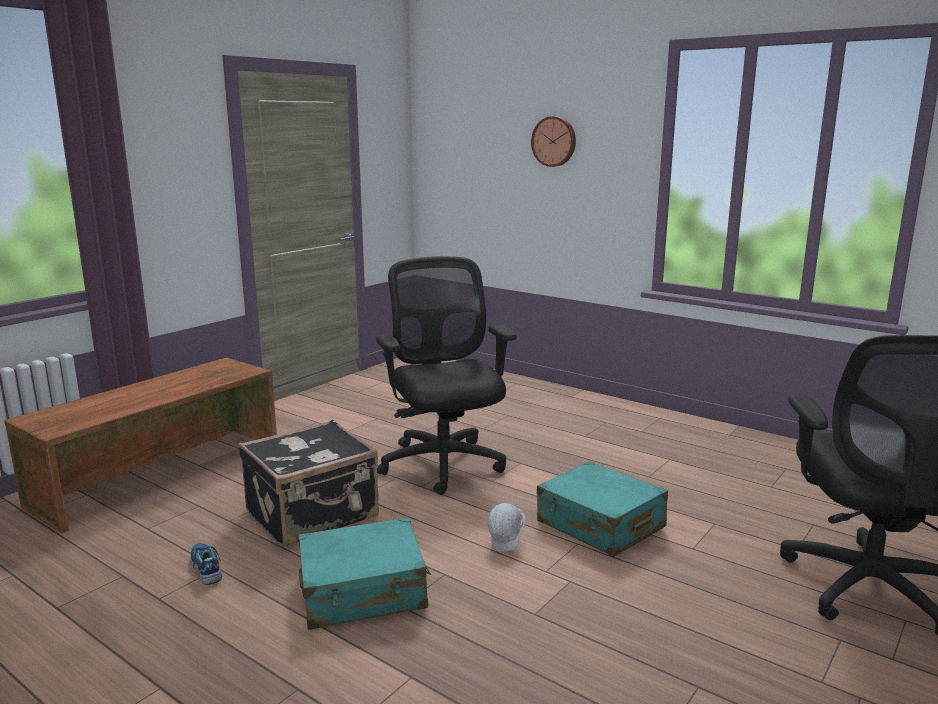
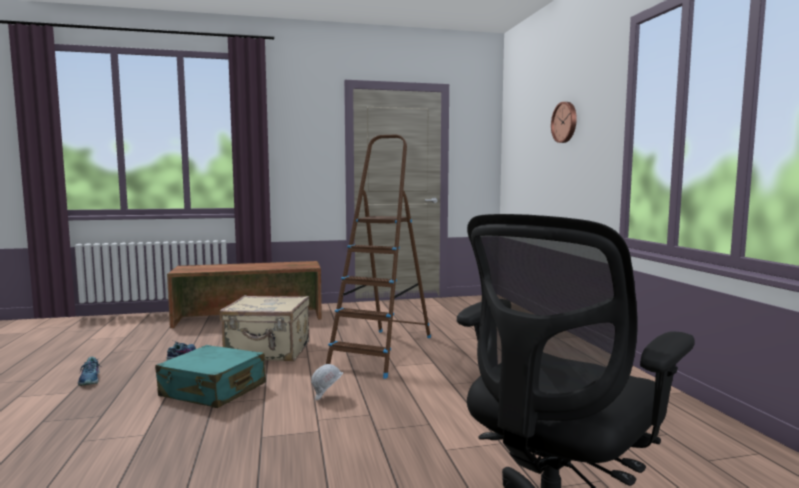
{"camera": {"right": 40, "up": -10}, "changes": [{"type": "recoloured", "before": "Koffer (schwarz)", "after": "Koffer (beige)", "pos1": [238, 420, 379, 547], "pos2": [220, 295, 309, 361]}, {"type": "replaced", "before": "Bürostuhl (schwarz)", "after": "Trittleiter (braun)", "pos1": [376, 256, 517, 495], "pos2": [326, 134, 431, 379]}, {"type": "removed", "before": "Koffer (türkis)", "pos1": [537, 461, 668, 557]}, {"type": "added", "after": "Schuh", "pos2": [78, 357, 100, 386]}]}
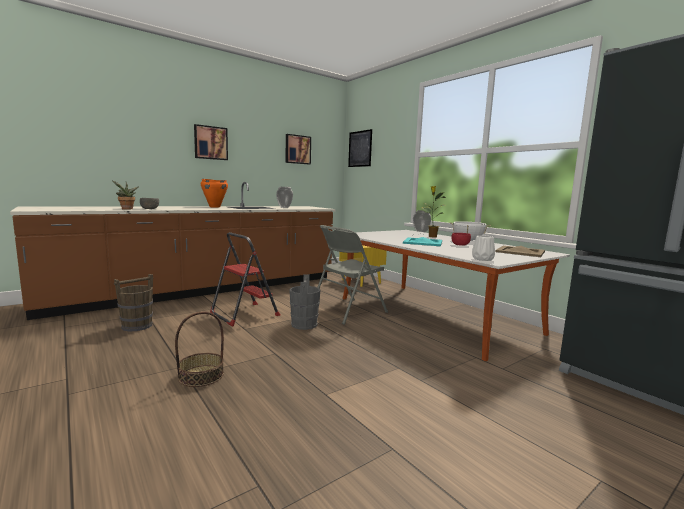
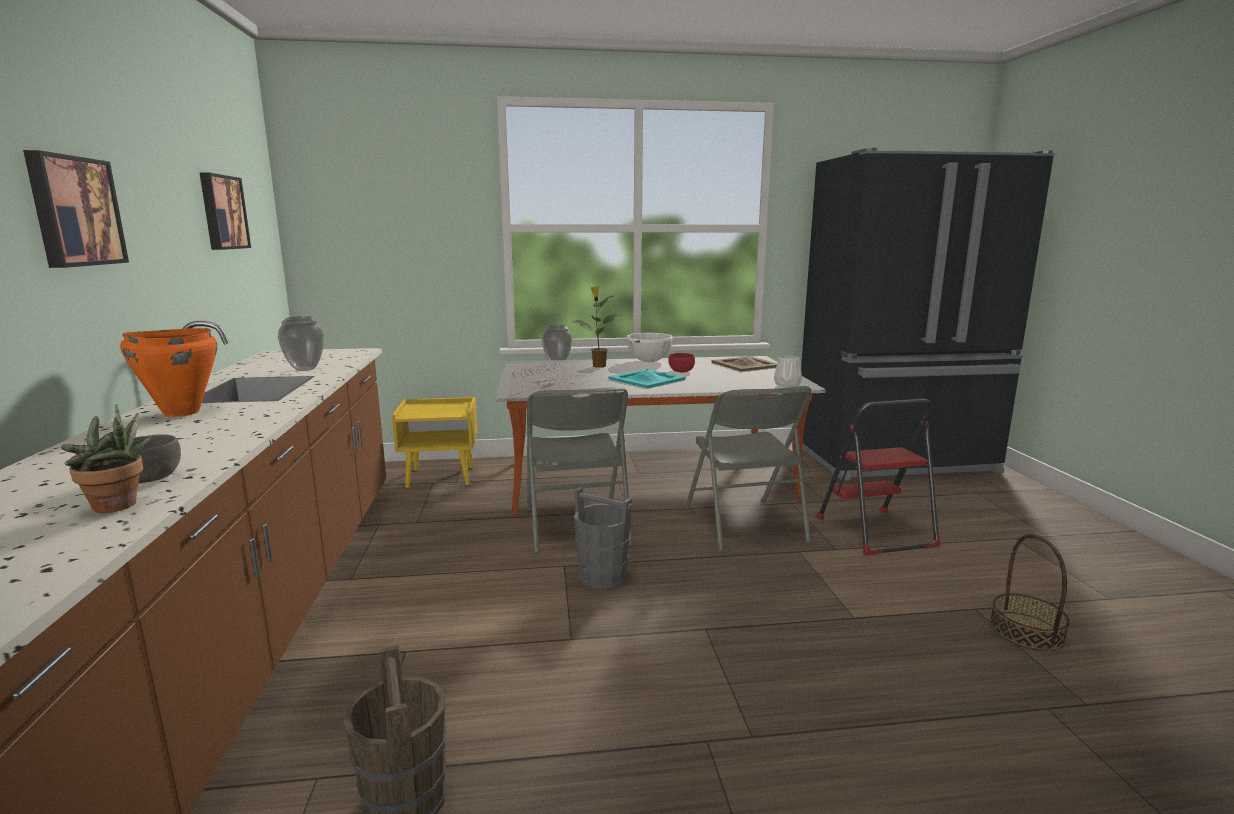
{"camera": {"right": -60, "up": 5}, "changes": [{"type": "moved", "before": "Korb", "pos1": [175, 311, 224, 387], "pos2": [989, 534, 1070, 651]}, {"type": "moved", "before": "Trittleiter (rot)", "pos1": [210, 232, 280, 326], "pos2": [815, 399, 940, 555]}, {"type": "removed", "before": "Bild", "pos1": [348, 129, 372, 167]}, {"type": "added", "after": "Stuhl (grau)", "pos2": [684, 386, 811, 553]}]}
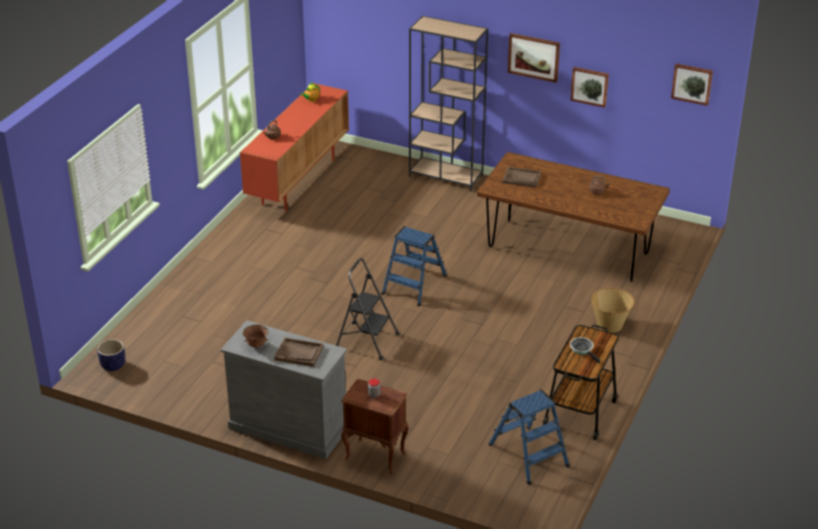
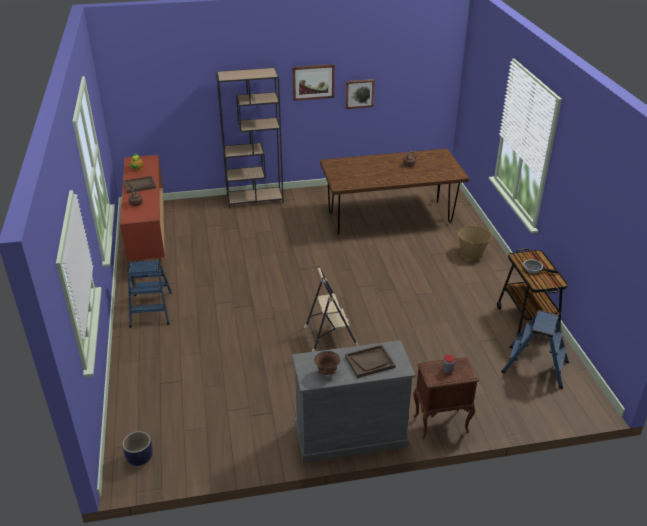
{"camera": {"right": -35, "up": 0}, "changes": [{"type": "recoloured", "before": "Trittleiter (schwarz)", "after": "Trittleiter (beige)", "pos1": [336, 258, 400, 360], "pos2": [304, 266, 358, 352]}, {"type": "moved", "before": "Trittleiter (blau)", "pos1": [381, 226, 447, 307], "pos2": [127, 260, 172, 328]}, {"type": "moved", "before": "Tablett (braun)", "pos1": [503, 167, 541, 188], "pos2": [123, 176, 156, 193]}, {"type": "removed", "before": "Bild", "pos1": [671, 64, 713, 106]}]}
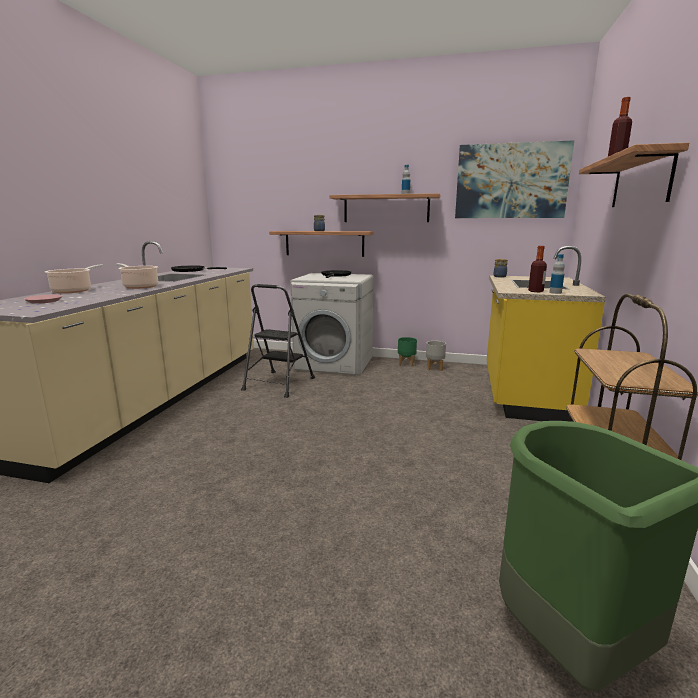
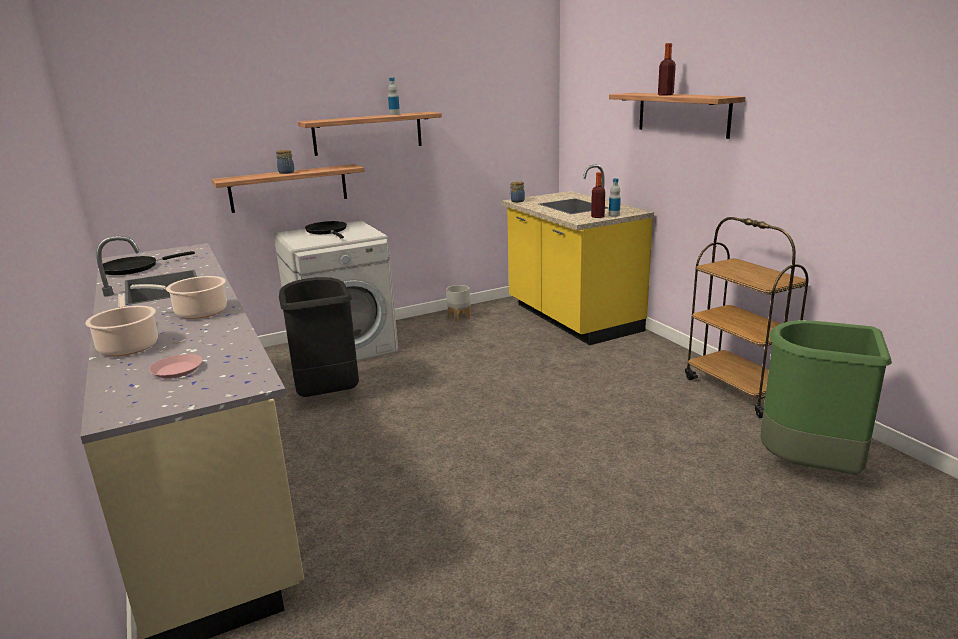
{"camera": {"right": -40, "up": 5}, "changes": [{"type": "replaced", "before": "Trittleiter (schwarz)", "after": "Mülleimer (schwarz)", "pos1": [241, 284, 315, 398], "pos2": [279, 277, 359, 397]}, {"type": "removed", "before": "Pflanzkübel (grün)", "pos1": [398, 337, 417, 366]}, {"type": "removed", "before": "Bild", "pos1": [455, 140, 574, 218]}]}
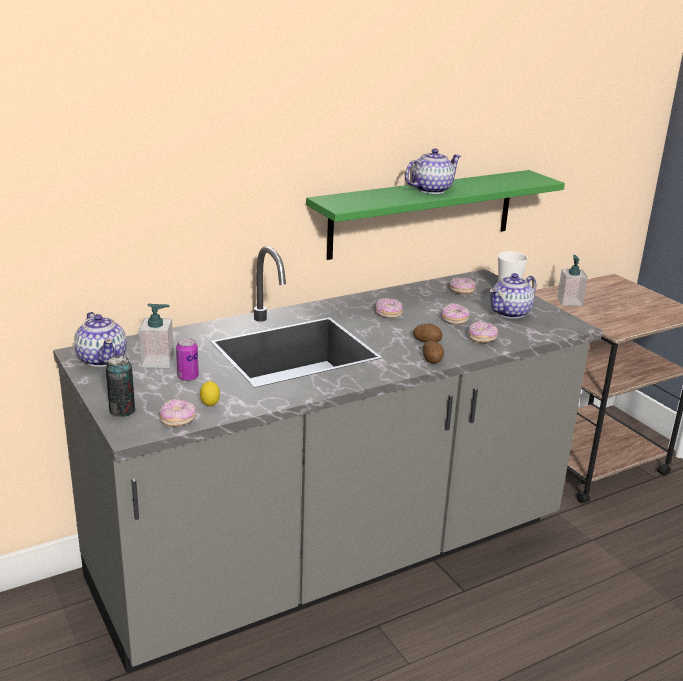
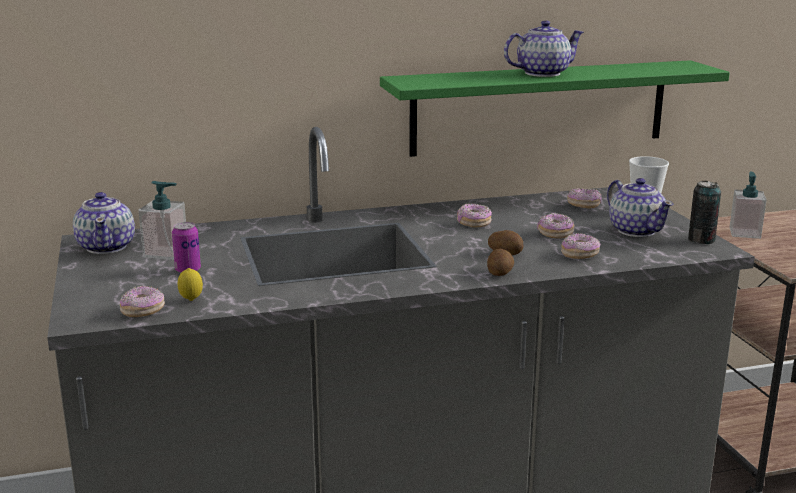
{"camera": {"right": 15, "up": -5}, "changes": [{"type": "moved", "before": "Dose", "pos1": [106, 355, 135, 417], "pos2": [688, 181, 721, 244]}, {"type": "turned", "before": "Teekanne", "pos1": [489, 273, 536, 319], "pos2": [607, 178, 673, 237], "turn": -90}]}
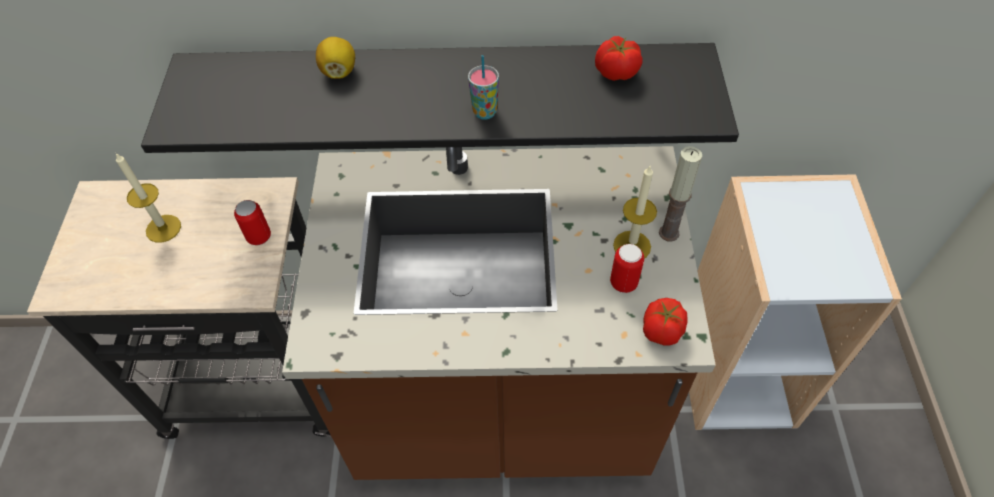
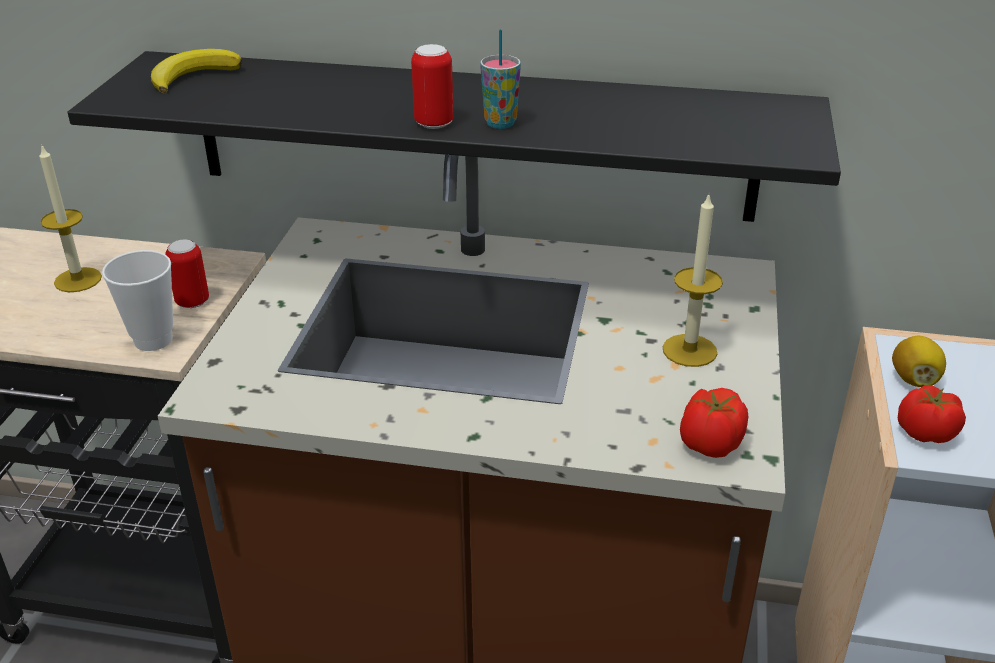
{"camera": {"right": 10, "up": -20}, "changes": [{"type": "moved", "before": "Zitrone", "pos1": [316, 37, 355, 79], "pos2": [892, 336, 946, 387]}, {"type": "moved", "before": "Tomate", "pos1": [595, 36, 642, 81], "pos2": [898, 385, 966, 443]}, {"type": "moved", "before": "Dose", "pos1": [610, 244, 644, 293], "pos2": [411, 44, 454, 129]}, {"type": "removed", "before": "Kerze", "pos1": [659, 146, 702, 241]}, {"type": "added", "after": "Tasse", "pos2": [102, 250, 173, 351]}, {"type": "added", "after": "Banane", "pos2": [151, 49, 242, 93]}]}
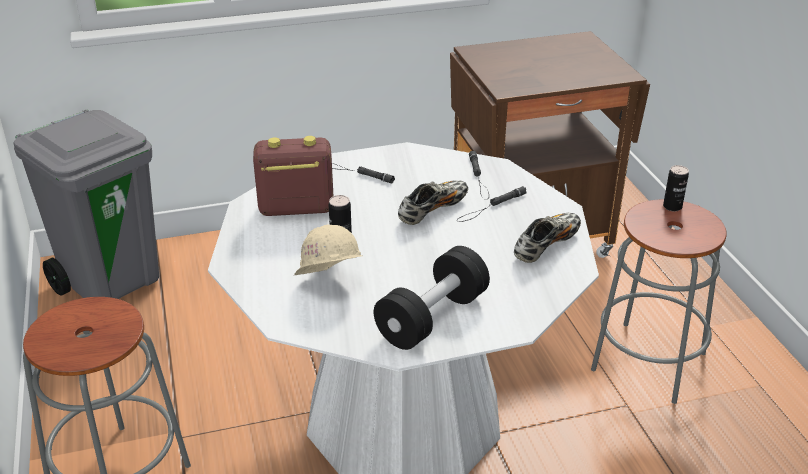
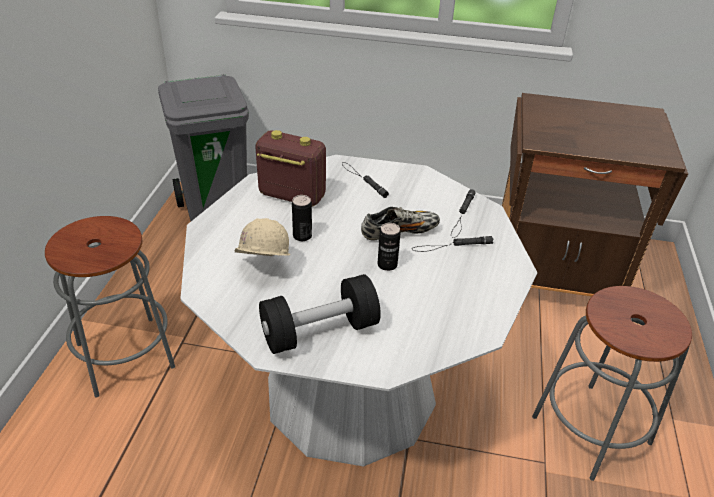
{"camera": {"right": 25, "up": 5}, "changes": [{"type": "removed", "before": "Schuh", "pos1": [514, 213, 581, 263]}, {"type": "moved", "before": "Dose", "pos1": [663, 165, 689, 211], "pos2": [378, 223, 401, 271]}]}
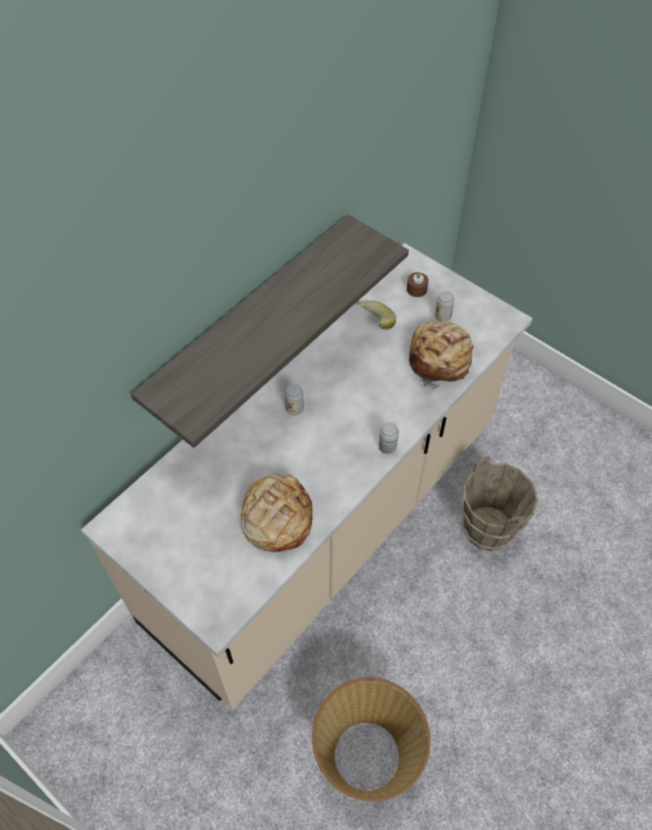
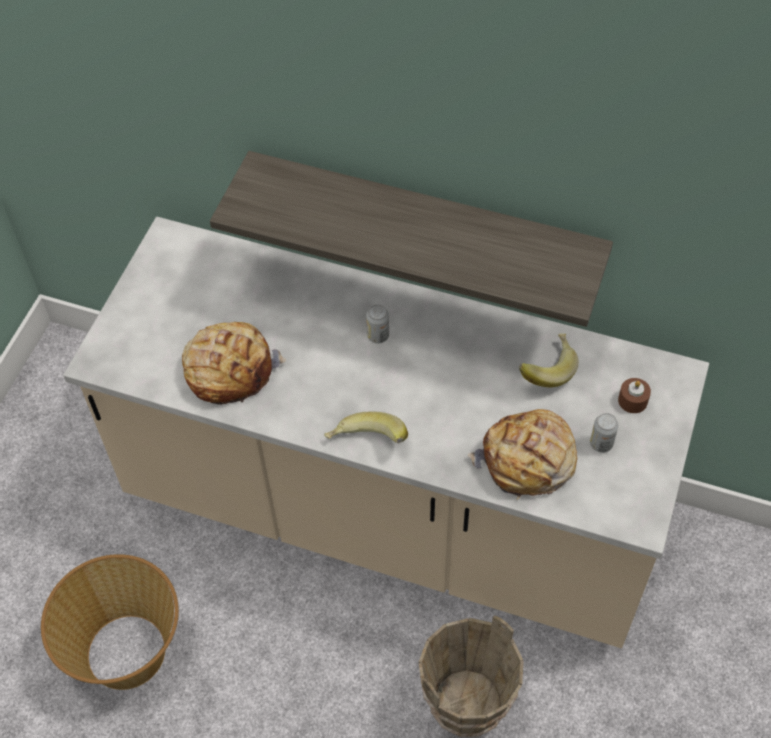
{"camera": {"right": 70, "up": 0}, "changes": [{"type": "replaced", "before": "Dose", "after": "Banane", "pos1": [379, 423, 399, 454], "pos2": [325, 411, 408, 444]}]}
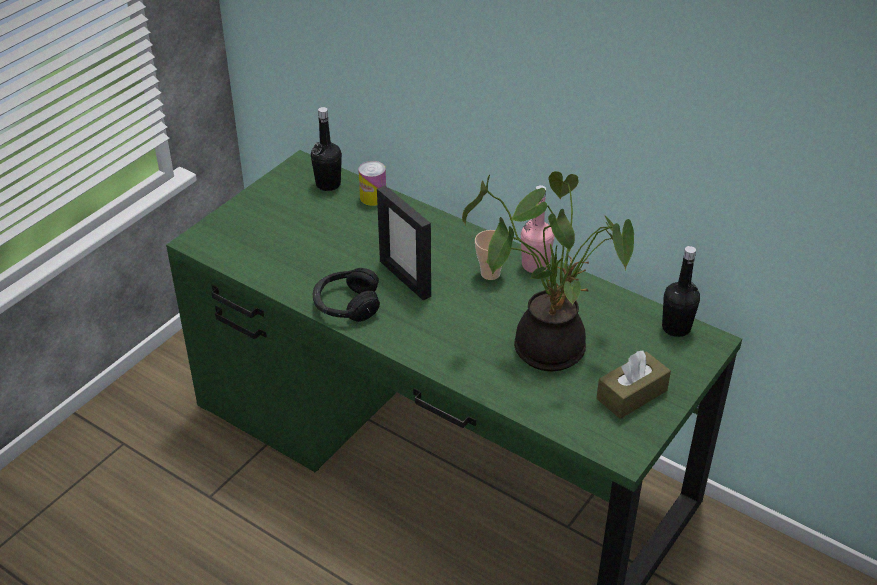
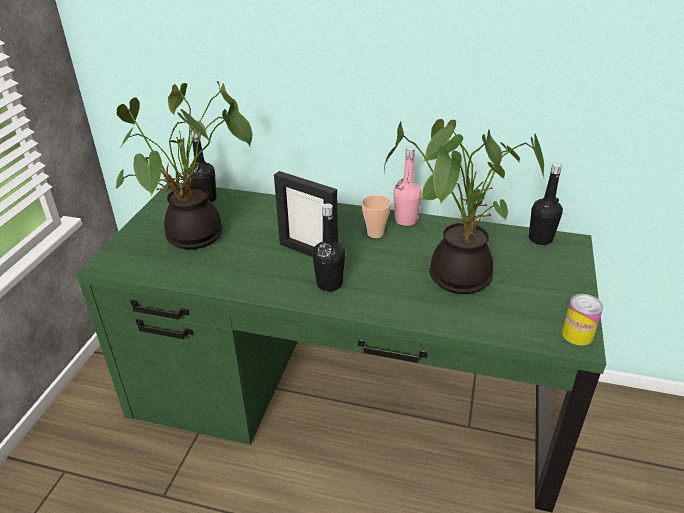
{"camera": {"right": -20, "up": -5}, "changes": [{"type": "removed", "before": "Kopfhörer (schwarz)", "pos1": [313, 268, 380, 322]}, {"type": "moved", "before": "Dose", "pos1": [358, 161, 386, 206], "pos2": [562, 294, 603, 346]}, {"type": "removed", "before": "Taschentuchbox (braun)", "pos1": [596, 351, 671, 419]}, {"type": "added", "after": "Topfpflanze", "pos2": [116, 81, 252, 249]}, {"type": "added", "after": "Flasche (schwarz)", "pos2": [312, 203, 345, 291]}]}
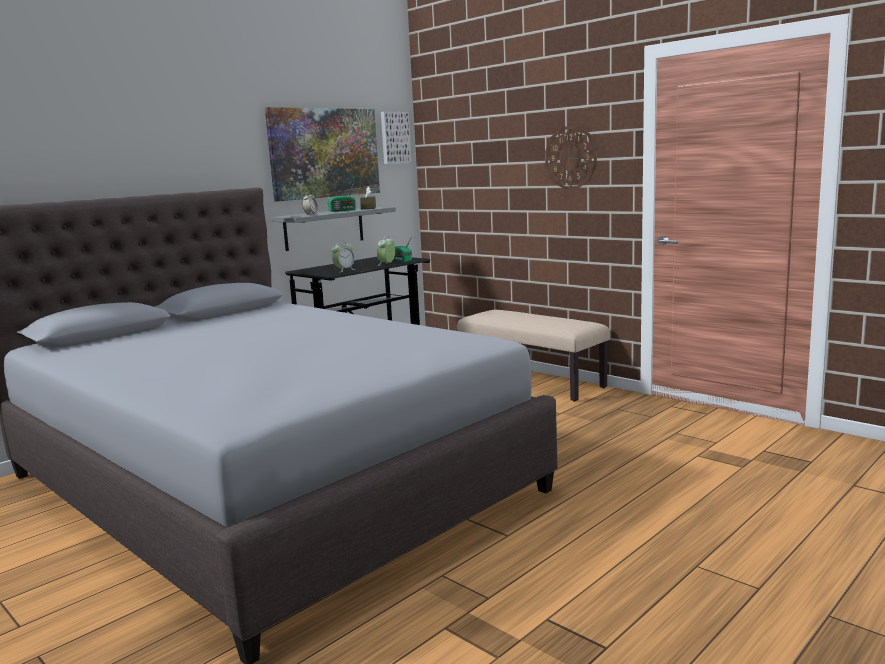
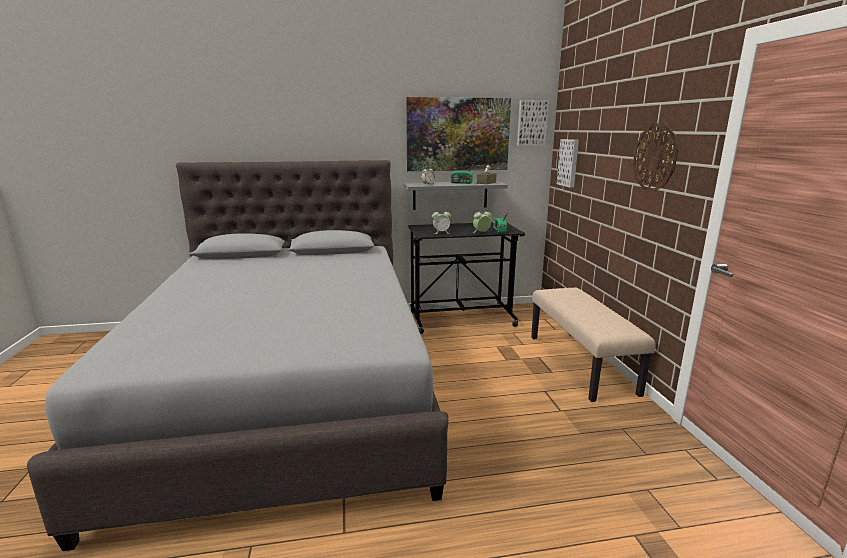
{"camera": {"right": 35, "up": 5}, "changes": [{"type": "added", "after": "Bild", "pos2": [557, 139, 579, 188]}]}
